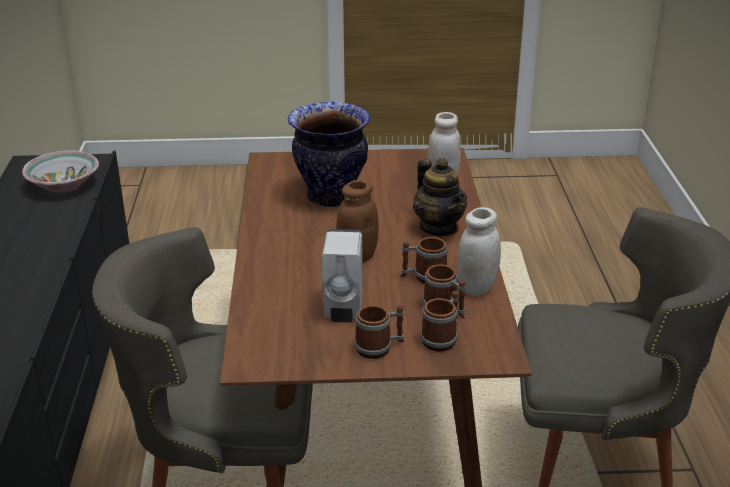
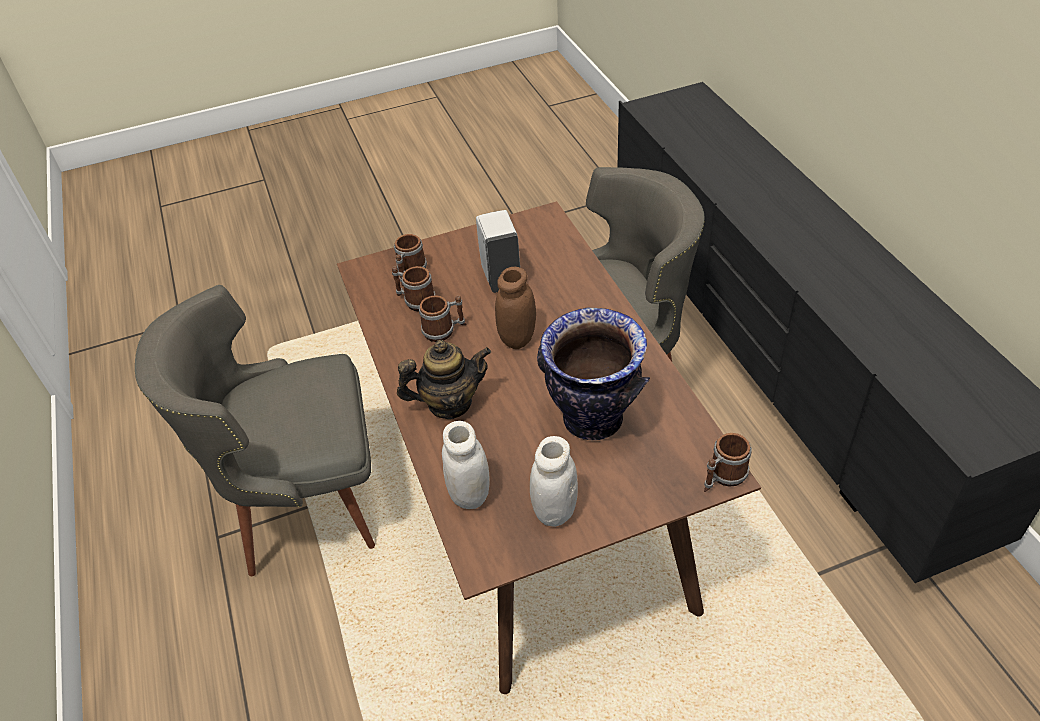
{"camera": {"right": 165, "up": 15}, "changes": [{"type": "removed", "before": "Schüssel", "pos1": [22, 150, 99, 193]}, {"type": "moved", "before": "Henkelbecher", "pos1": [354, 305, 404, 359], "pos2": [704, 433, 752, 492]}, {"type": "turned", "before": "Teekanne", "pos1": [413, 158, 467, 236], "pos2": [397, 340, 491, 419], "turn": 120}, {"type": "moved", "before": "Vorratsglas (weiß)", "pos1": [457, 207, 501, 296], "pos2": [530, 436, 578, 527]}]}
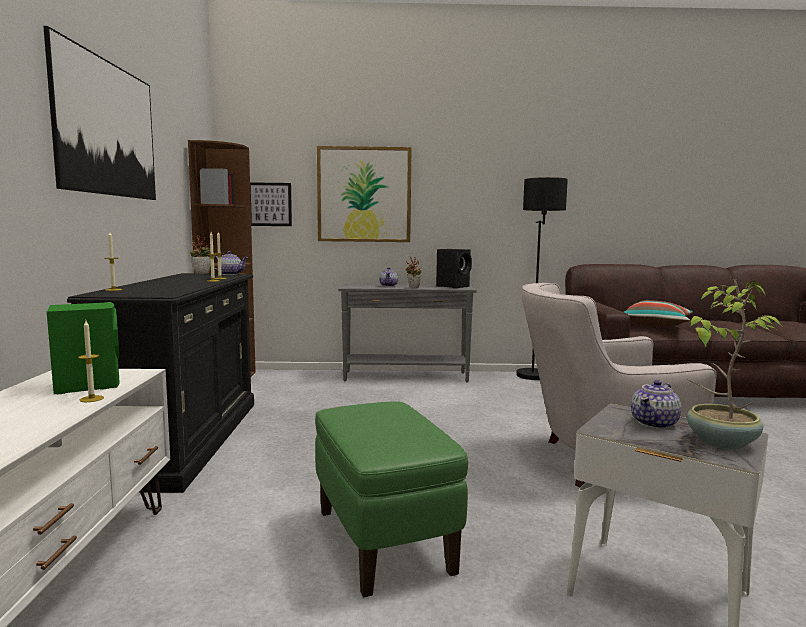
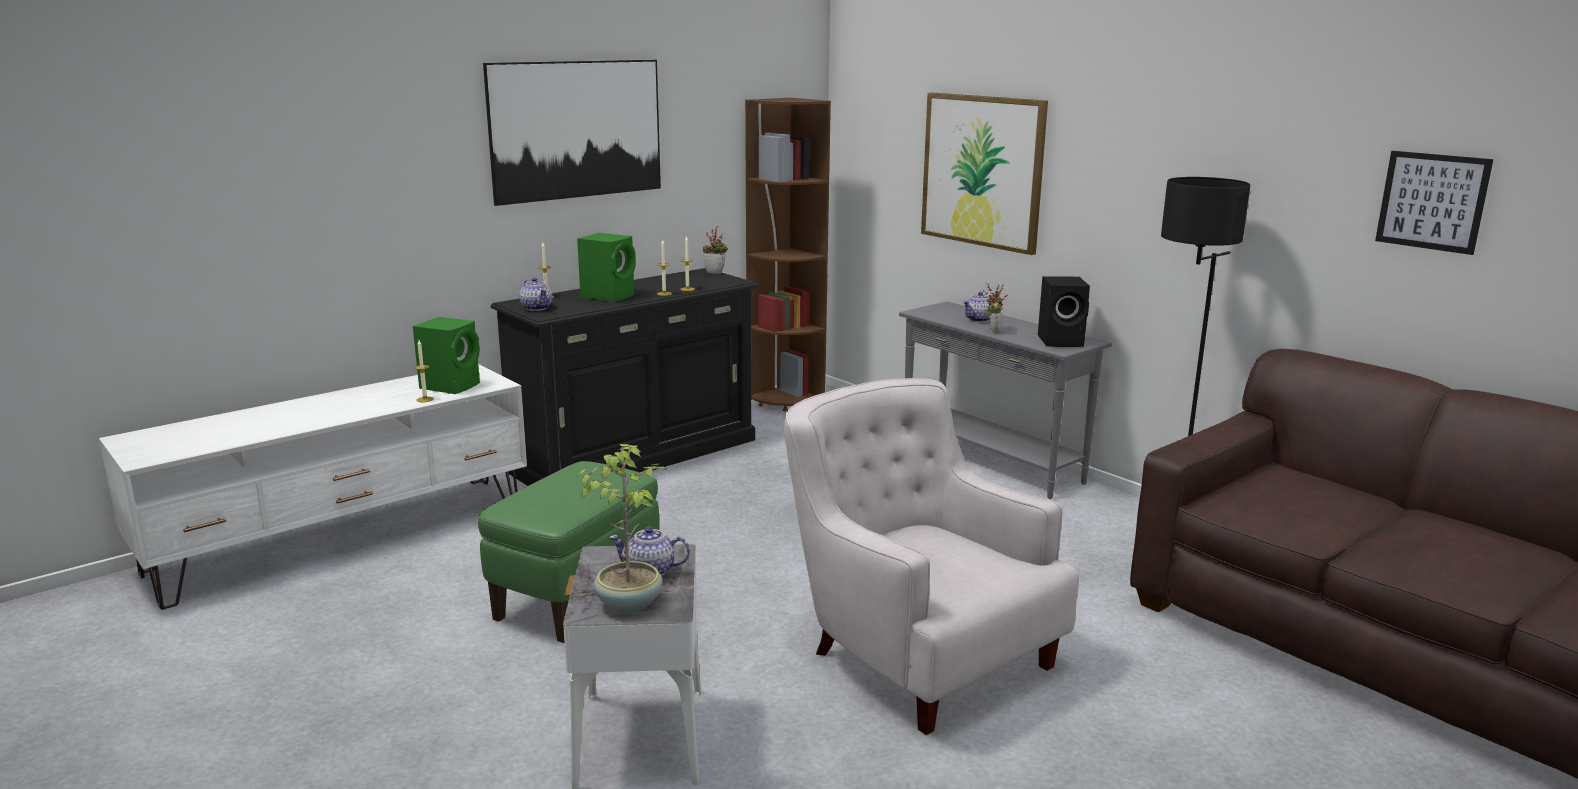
{"camera": {"right": 50, "up": 10}, "changes": [{"type": "moved", "before": "Teekanne", "pos1": [214, 251, 249, 275], "pos2": [519, 278, 552, 311]}, {"type": "moved", "before": "Bild", "pos1": [250, 182, 292, 226], "pos2": [1375, 151, 1493, 255]}, {"type": "removed", "before": "Kissen", "pos1": [624, 300, 693, 327]}, {"type": "added", "after": "Lautsprecher (grün)", "pos2": [577, 233, 636, 302]}]}
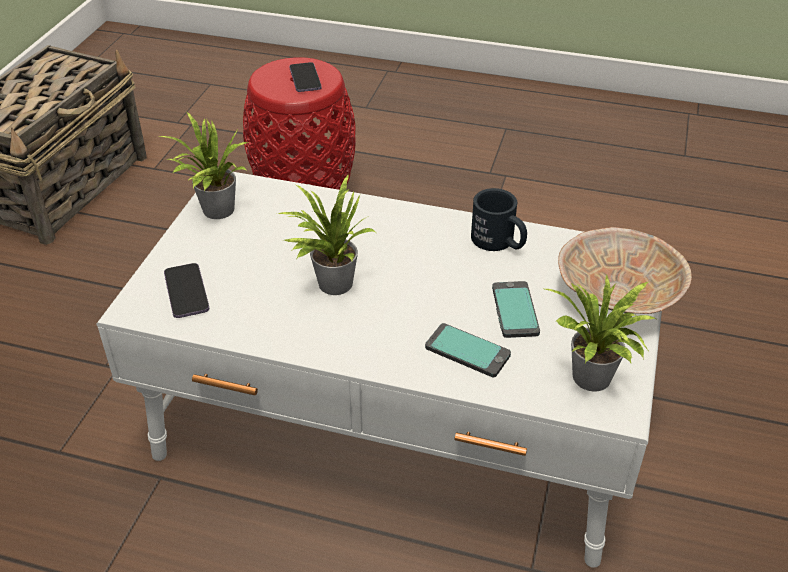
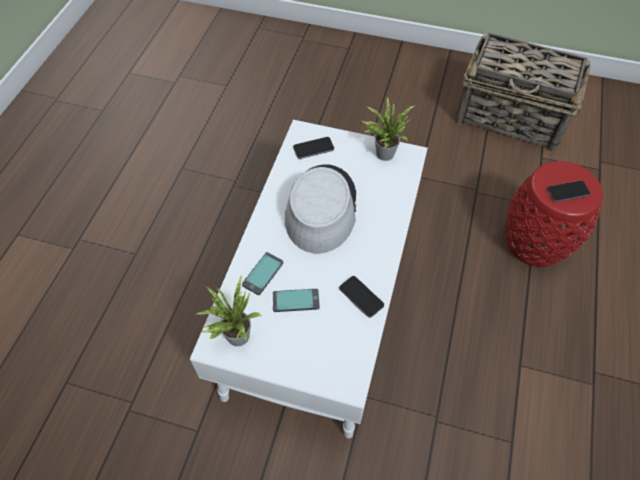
{"camera": {"right": 90, "up": 15}, "changes": [{"type": "replaced", "before": "Topfpflanze", "after": "Hut (grau)", "pos1": [277, 175, 375, 295], "pos2": [285, 164, 356, 254]}, {"type": "replaced", "before": "Henkelbecher (schwarz)", "after": "Handy", "pos1": [471, 188, 527, 251], "pos2": [339, 276, 384, 318]}, {"type": "removed", "before": "Schüssel (beige)", "pos1": [558, 227, 692, 314]}]}
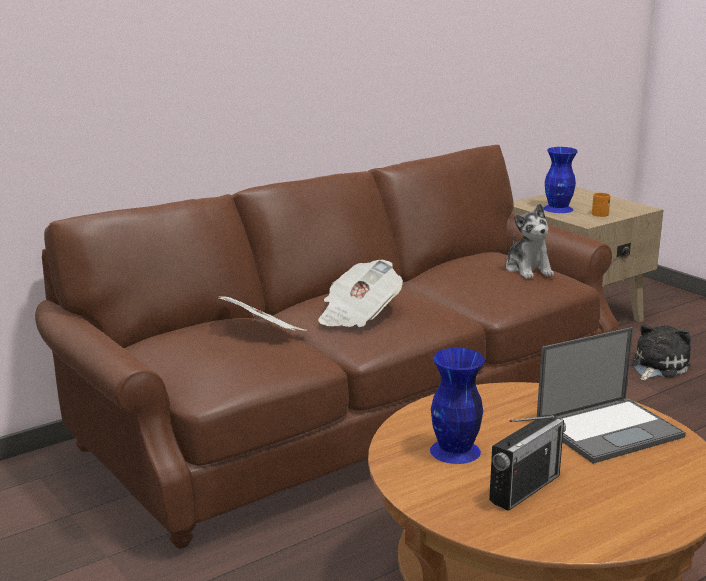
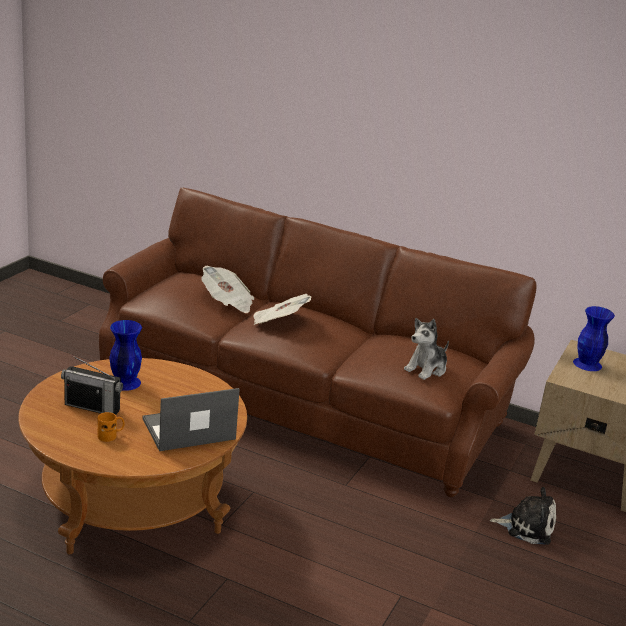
{"camera": {"right": 60, "up": 5}, "changes": [{"type": "turned", "before": "Laptop", "pos1": [537, 327, 686, 464], "pos2": [142, 388, 240, 451], "turn": 120}, {"type": "moved", "before": "Henkelbecher (orange)", "pos1": [592, 193, 610, 217], "pos2": [97, 412, 125, 442]}]}
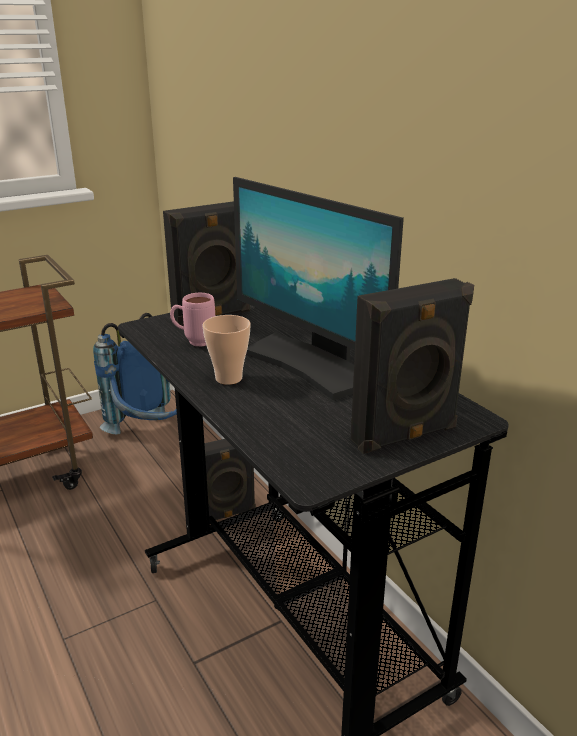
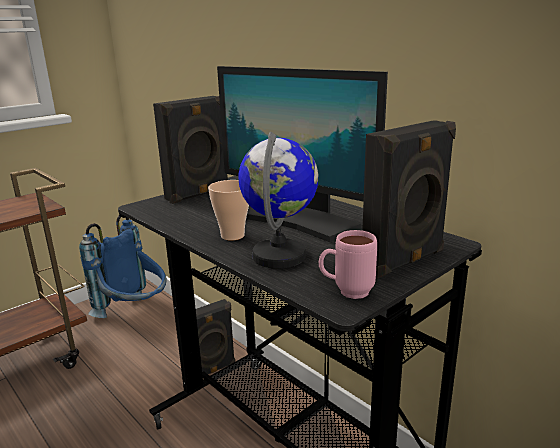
{"camera": {"right": -10, "up": -5}, "changes": [{"type": "moved", "before": "Henkelbecher (rosa)", "pos1": [170, 293, 215, 347], "pos2": [319, 230, 377, 299]}, {"type": "added", "after": "Globus", "pos2": [238, 132, 318, 269]}]}
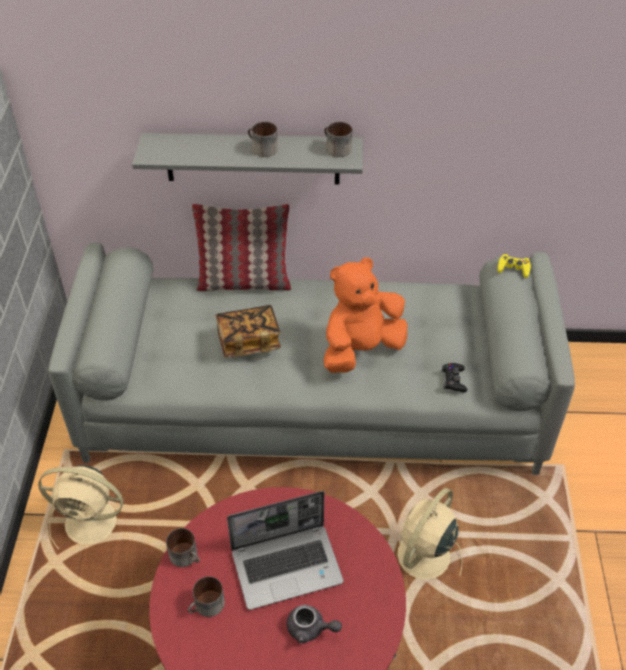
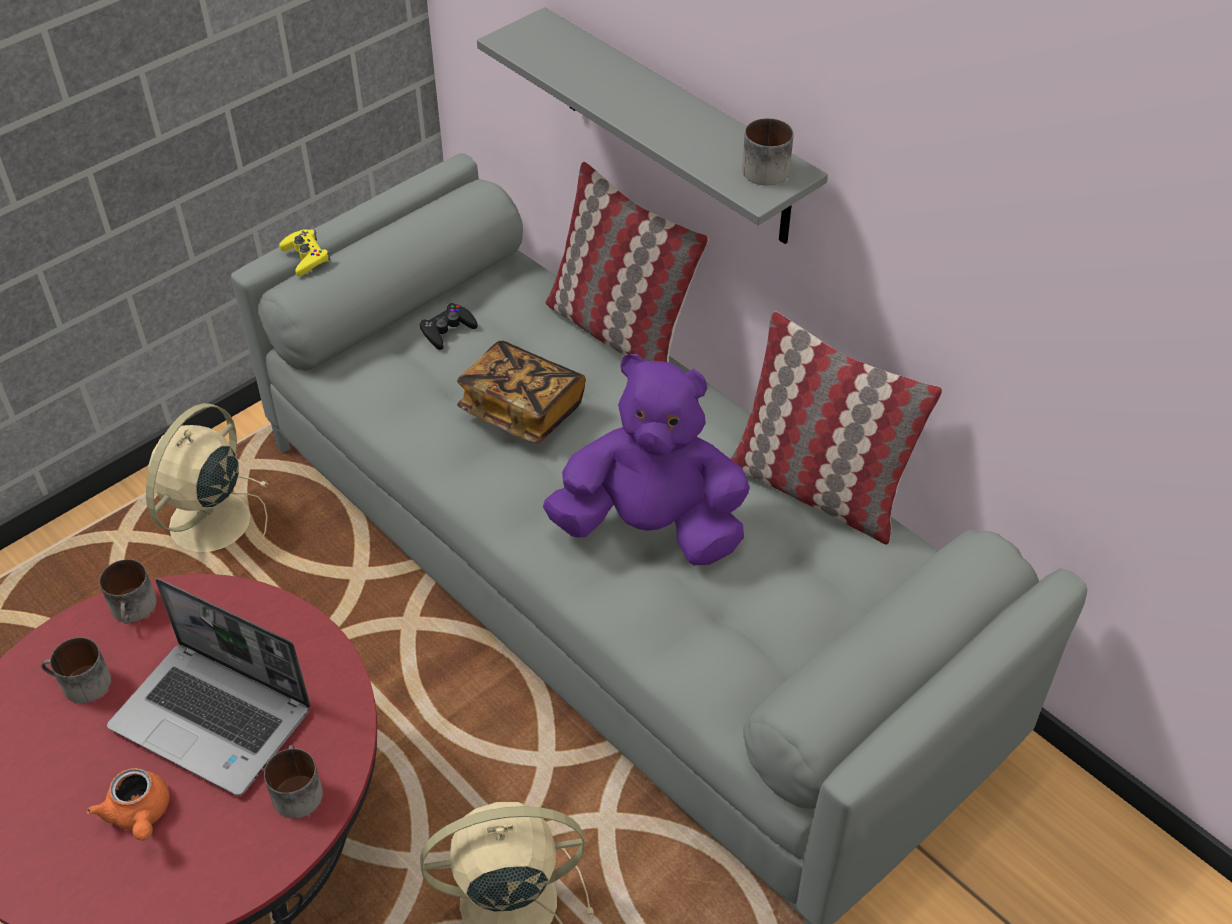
{"camera": {"right": 45, "up": 0}, "changes": [{"type": "turned", "before": "Ventilator (beige)", "pos1": [38, 465, 123, 549], "pos2": [146, 403, 269, 552], "turn": 60}, {"type": "moved", "before": "Henkelbecher", "pos1": [248, 122, 278, 157], "pos2": [264, 745, 323, 818]}, {"type": "recoloured", "before": "Teekanne (grau)", "after": "Teekanne (orange)", "pos1": [287, 605, 342, 644], "pos2": [87, 768, 169, 841]}, {"type": "recoloured", "before": "Plüschtier (orange)", "after": "Plüschtier (lila)", "pos1": [324, 257, 407, 373], "pos2": [543, 354, 750, 565]}, {"type": "moved", "before": "Gamepad (schwarz)", "pos1": [442, 363, 467, 392], "pos2": [419, 303, 478, 350]}, {"type": "moved", "before": "Gamepad (gelb)", "pos1": [497, 253, 531, 278], "pos2": [279, 229, 330, 276]}, {"type": "added", "after": "Kissen", "pos2": [730, 312, 942, 544]}]}
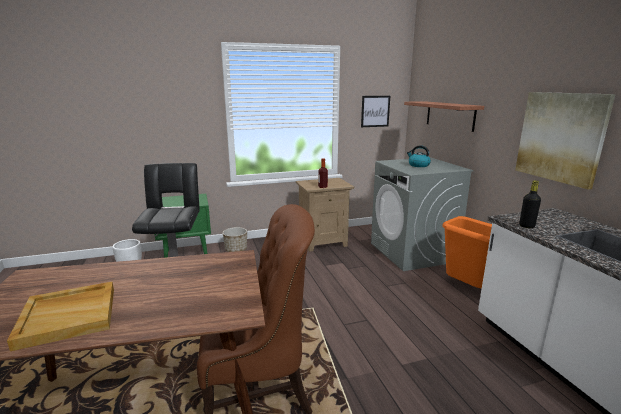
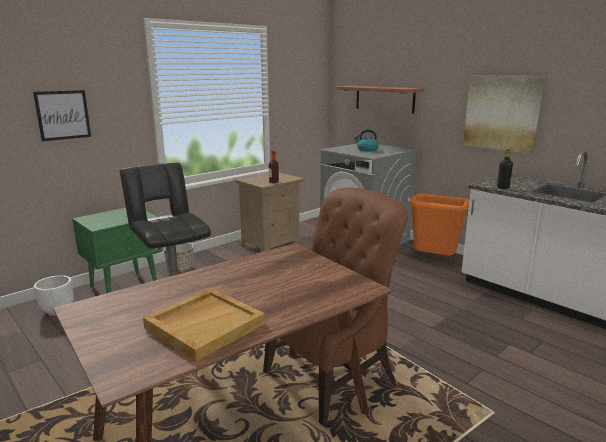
{"camera": {"right": -25, "up": 0}, "changes": [{"type": "moved", "before": "Bild", "pos1": [361, 96, 390, 127], "pos2": [33, 90, 91, 141]}]}
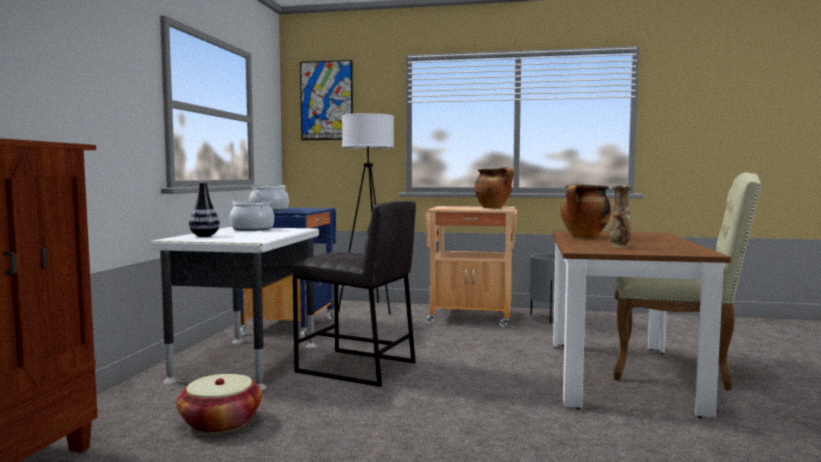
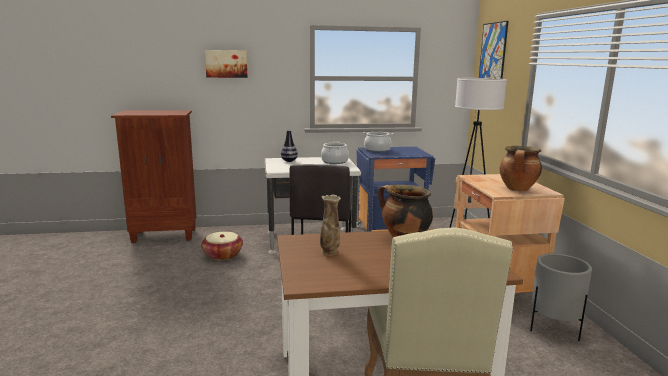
{"camera": {"right": 70, "up": 10}, "changes": [{"type": "added", "after": "Bild", "pos2": [205, 50, 248, 78]}]}
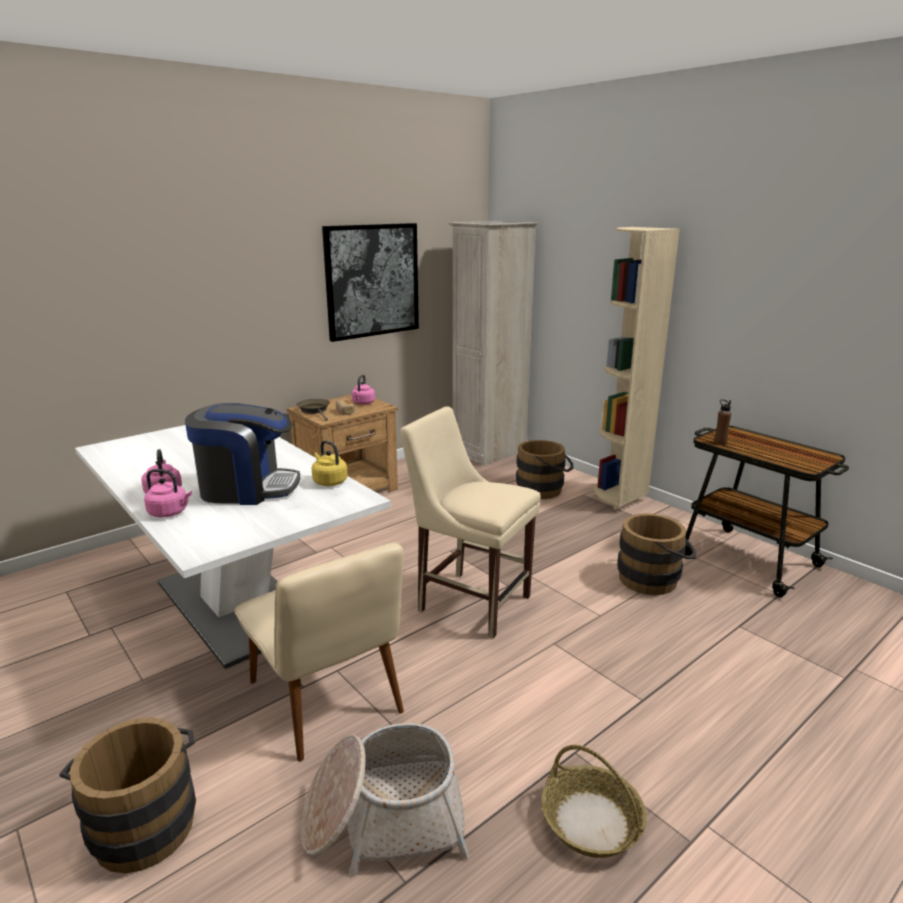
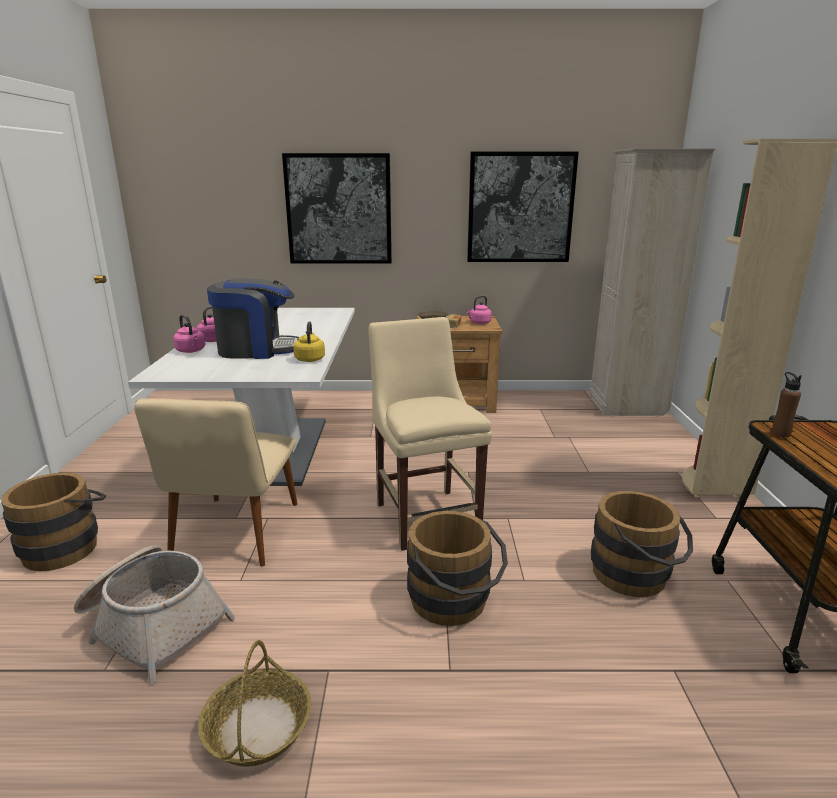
{"camera": {"right": 40, "up": 0}, "changes": [{"type": "turned", "before": "Kaffeemaschine", "pos1": [185, 403, 300, 505], "pos2": [207, 278, 299, 359], "turn": -45}, {"type": "moved", "before": "Eimer (braun)", "pos1": [516, 440, 573, 499], "pos2": [407, 511, 508, 626]}, {"type": "added", "after": "Bild", "pos2": [282, 153, 392, 264]}]}
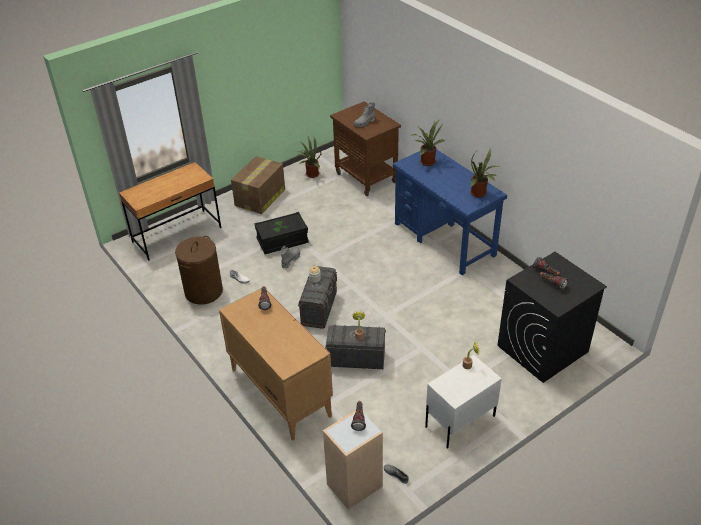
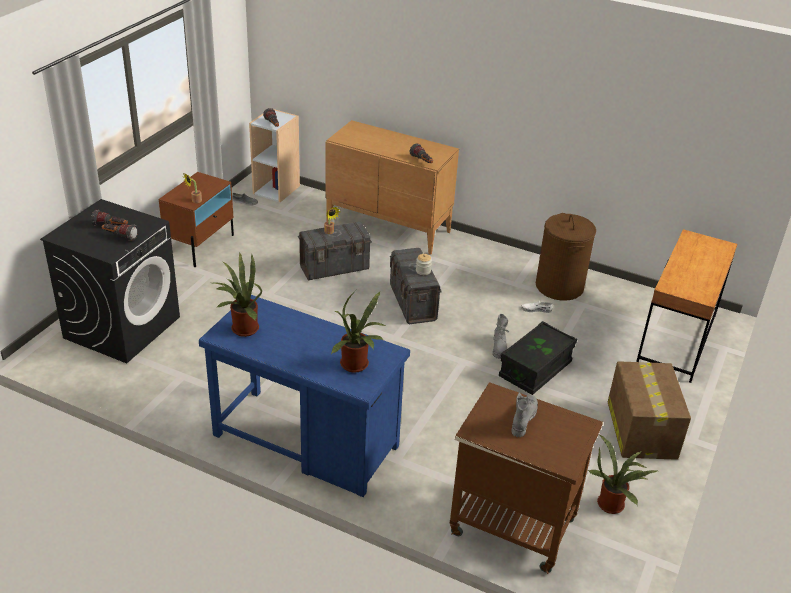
{"camera": {"right": 150, "up": -5}, "changes": [{"type": "recoloured", "before": "Nachttisch (weiß)", "after": "Nachttisch (braun)", "pos1": [425, 355, 502, 448], "pos2": [159, 172, 234, 267]}]}
